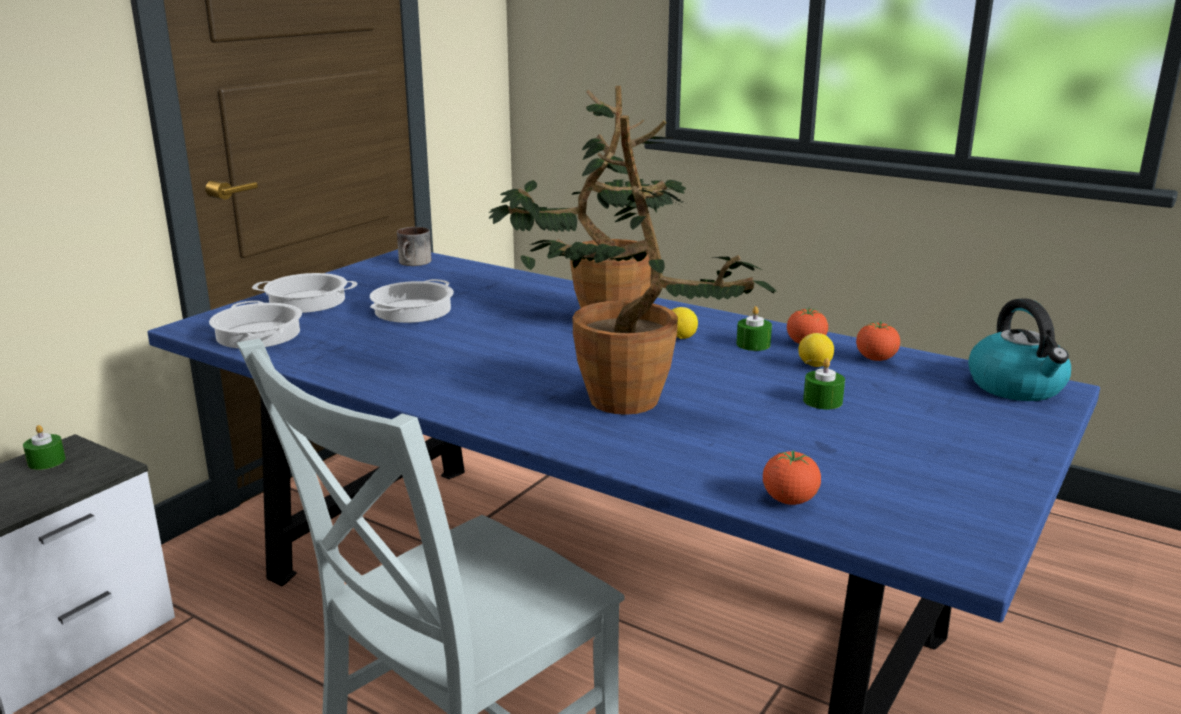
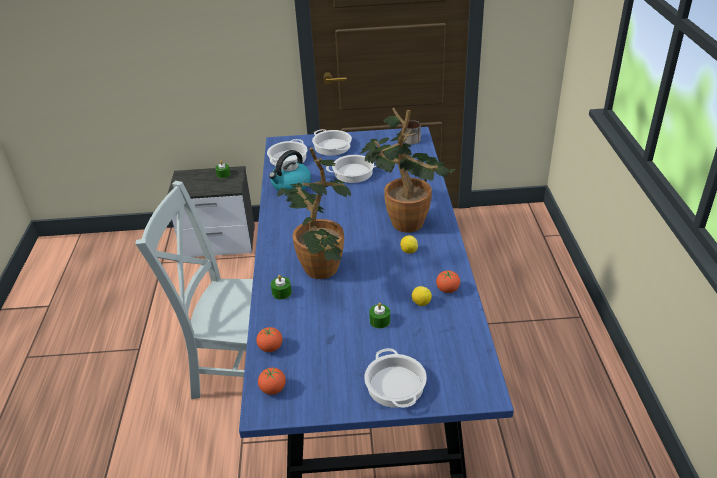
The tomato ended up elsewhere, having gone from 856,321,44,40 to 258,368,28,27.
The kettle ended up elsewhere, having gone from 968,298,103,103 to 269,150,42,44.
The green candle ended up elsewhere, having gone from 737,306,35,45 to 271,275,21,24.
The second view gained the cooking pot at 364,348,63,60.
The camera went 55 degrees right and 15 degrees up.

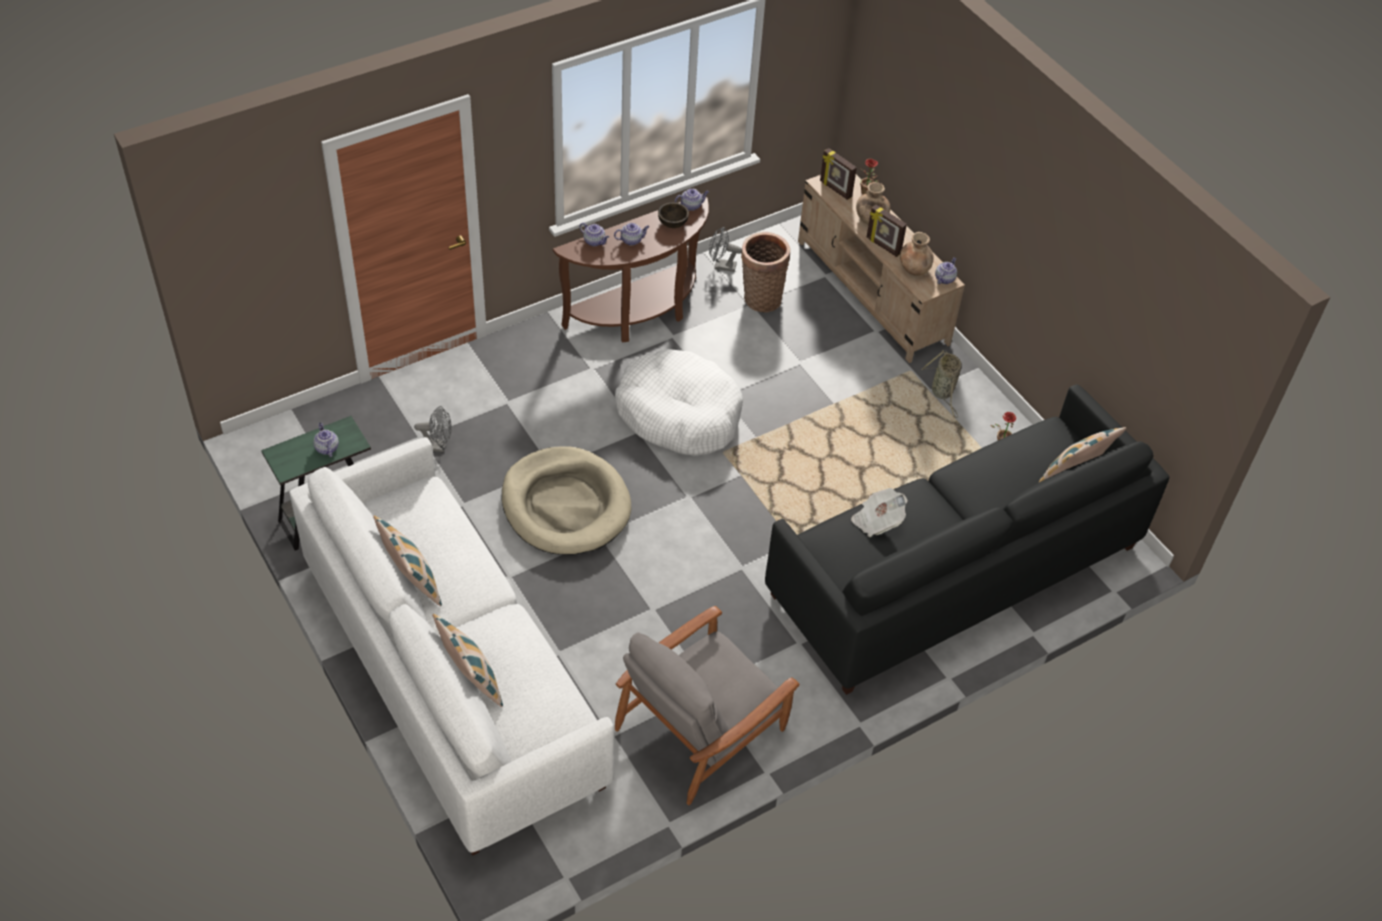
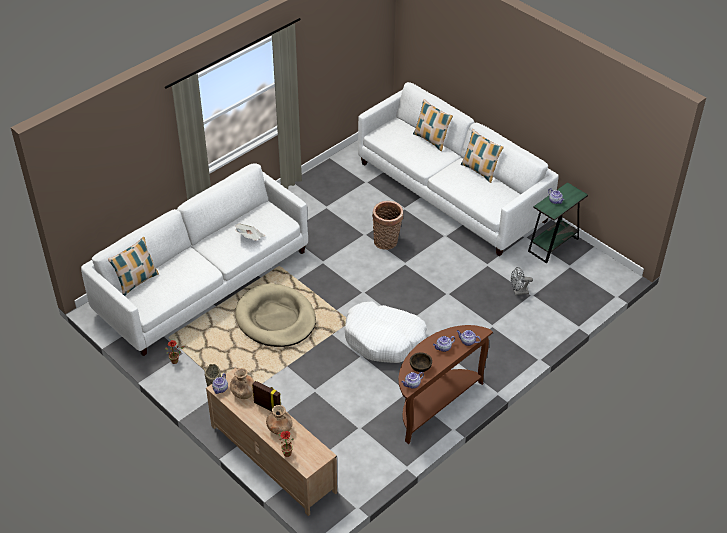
What was the black sofa at 765,385,405,310 turned into the white sofa at 81,163,227,193.
The beige dog bed ended up elsewhere, having gone from 502,446,129,109 to 235,283,81,64.
The basket ended up elsewhere, having gone from 741,232,49,80 to 372,201,31,49.
The second view lost the grey armchair at 615,606,185,199.
The second view lost the grey fan at 709,227,33,45.
The second view lost the picture frame at 820,148,37,52.
The camera went 170 degrees right and 5 degrees down.

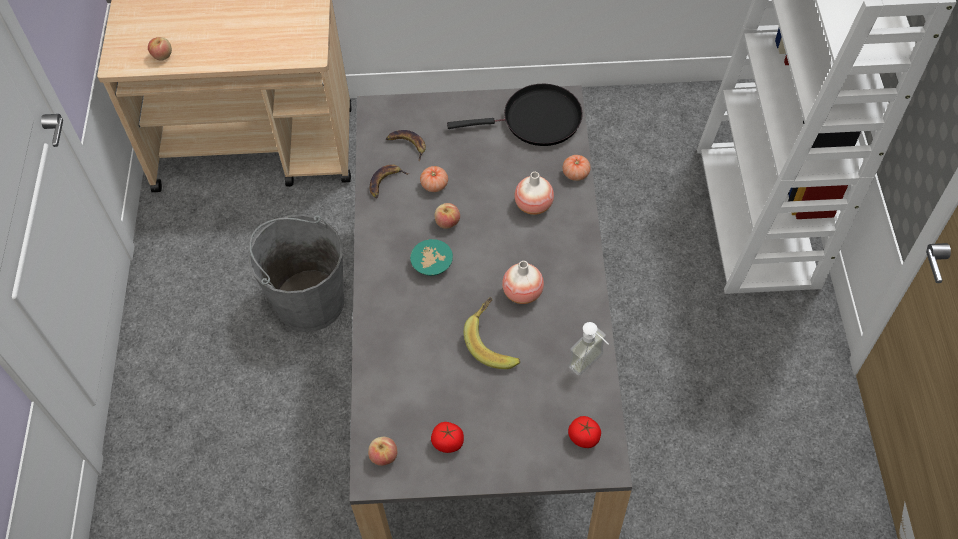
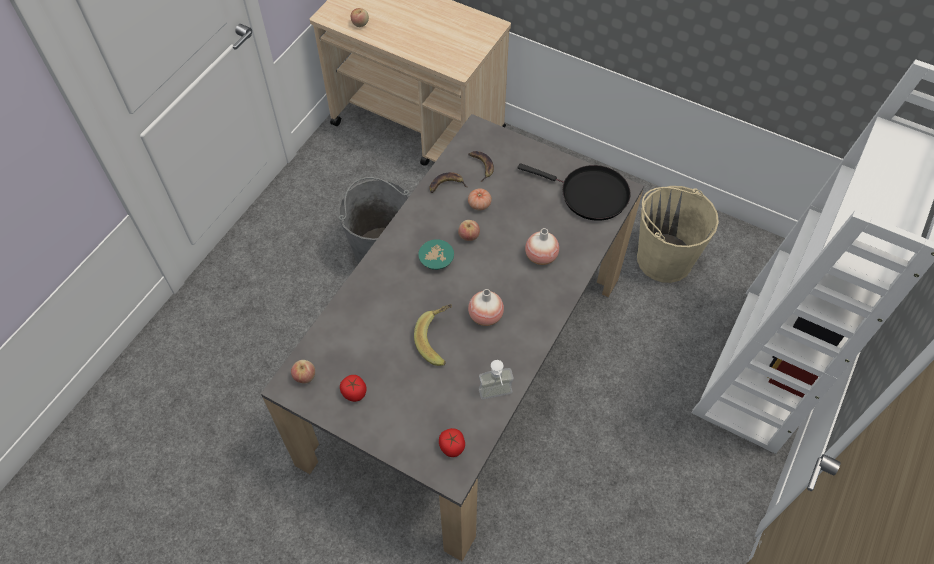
The second view gained the beige bucket at 637,186,82,97.
The second view lost the tomato at 563,155,28,26.
The camera went 30 degrees right and 0 degrees up.

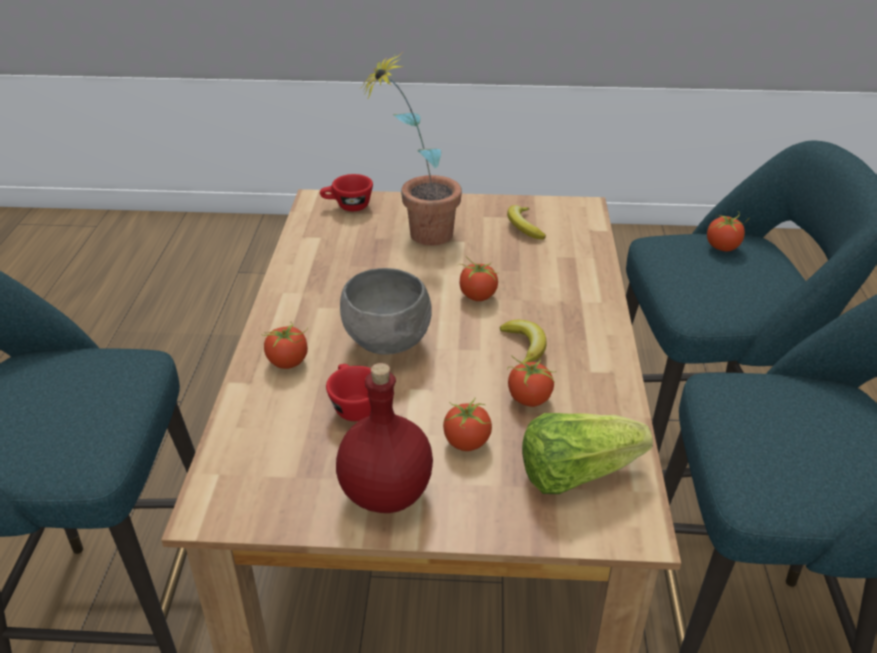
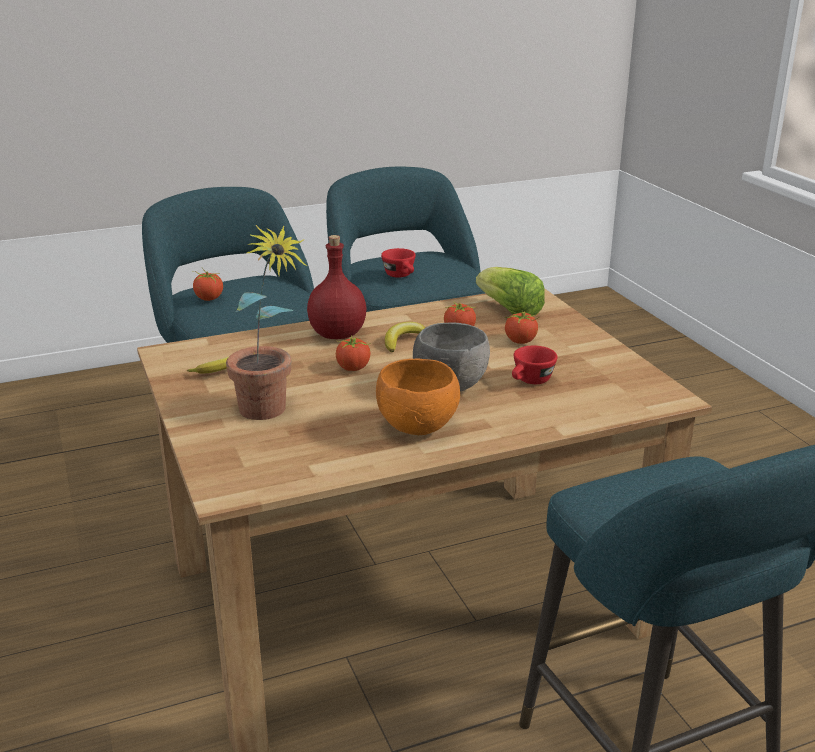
The red bottle ended up elsewhere, having gone from 336,363,97,150 to 307,235,60,104.
The second view gained the orange bowl at 376,359,84,76.
The red cup ended up elsewhere, having gone from 320,174,53,37 to 381,248,35,30.
The second view lost the tomato at 261,322,47,47.
The camera went 115 degrees left and 10 degrees down.

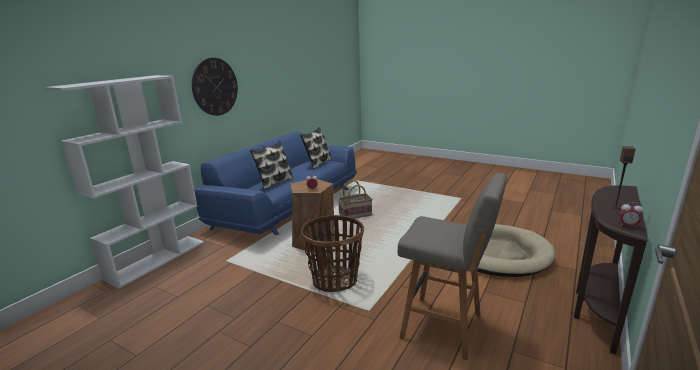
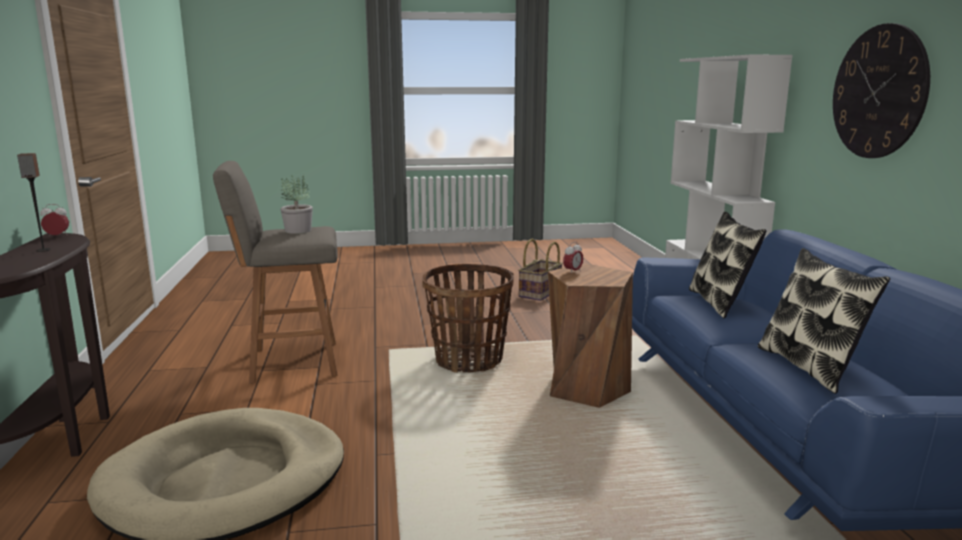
The second view gained the potted plant at 280,175,33,59.
The basket ended up elsewhere, having gone from 338,180,34,38 to 518,239,45,62.
The camera went 140 degrees right and 5 degrees down.

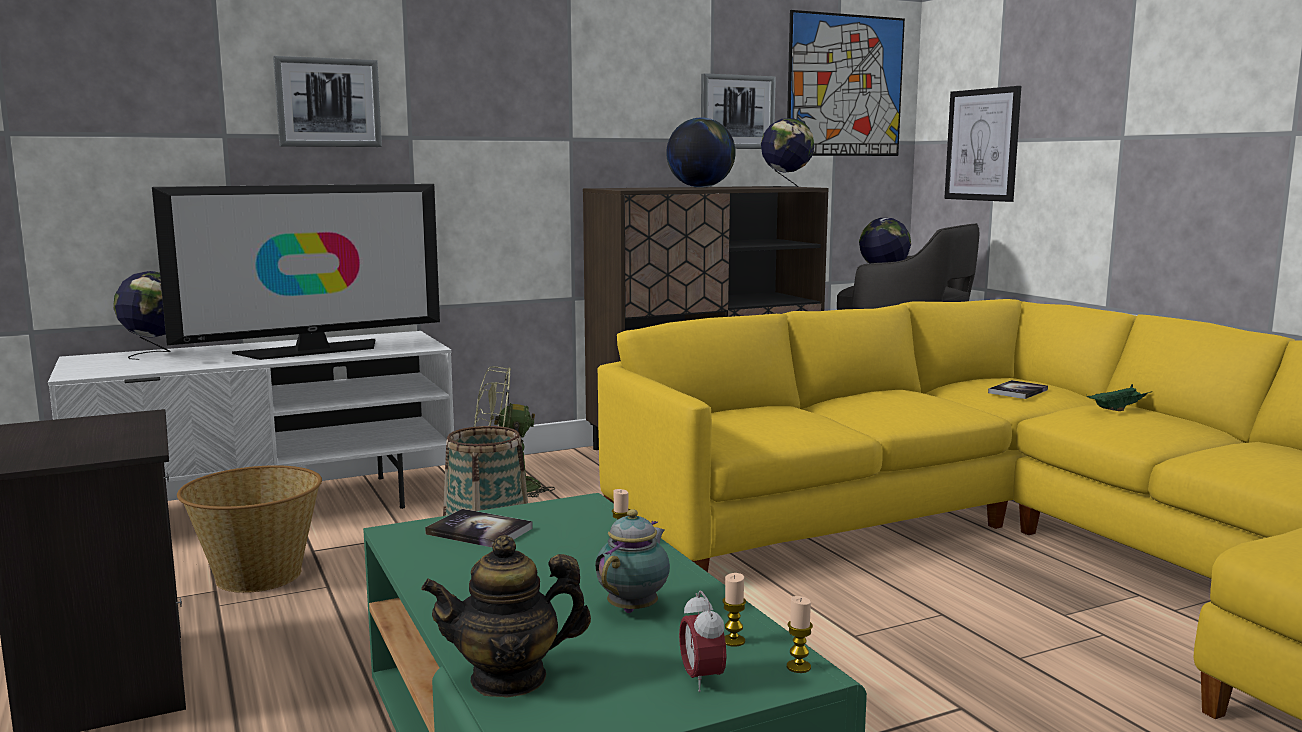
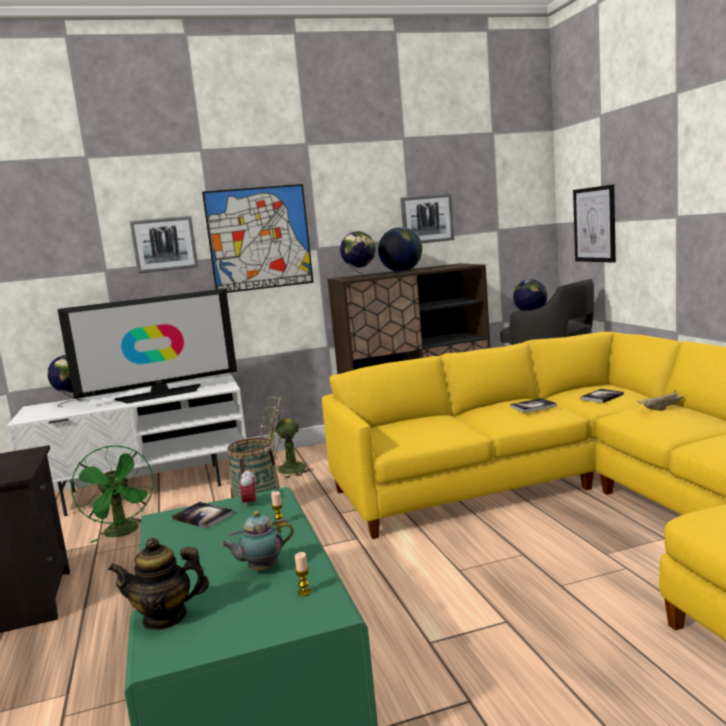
Where the basket stood at 177,465,145,128, the green fan came to stand at 71,445,83,98.
The picture ended up elsewhere, having gone from 787,10,118,146 to 202,184,112,109.
The teapot at 595,509,75,104 ended up facing another way, 150 degrees counterclockwise from before.
The alarm clock ended up elsewhere, having gone from 679,591,48,101 to 240,468,16,41.
The globe ended up elsewhere, having gone from 761,118,53,70 to 340,231,36,48.
The second view gained the book at 510,398,47,15.
What was the green tray at 1086,384,65,27 turned into the beige tray at 637,390,47,21.
The second view lost the candle at 787,596,26,77.
The camera went 10 degrees right and 0 degrees up.

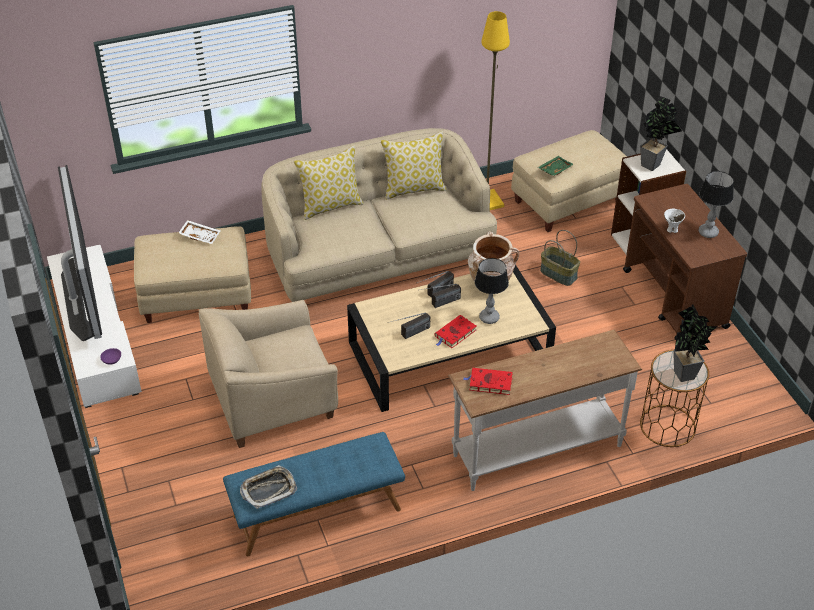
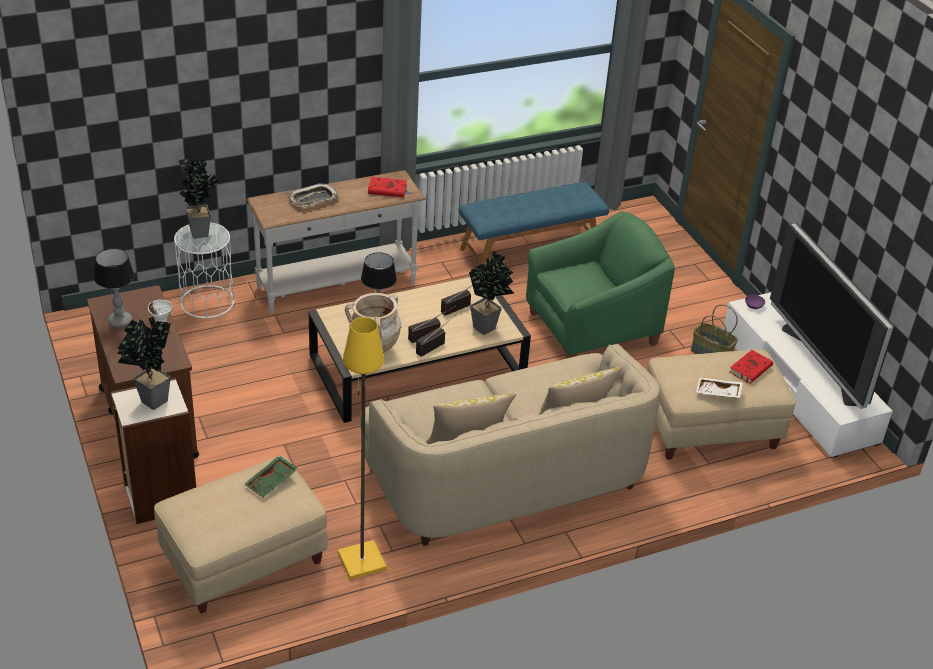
What was the brown side table at 640,350,69,97 turned into the white side table at 174,222,60,96.
The tray ended up elsewhere, having gone from 240,465,57,44 to 288,183,50,24.
The second view gained the potted plant at 469,251,46,84.
What was the beige armchair at 199,300,139,148 turned into the green armchair at 526,211,149,147.
The basket ended up elsewhere, having gone from 540,230,40,56 to 691,304,47,50.
The red book ended up elsewhere, having gone from 434,315,42,33 to 729,350,44,34.
The camera went 175 degrees right and 5 degrees down.

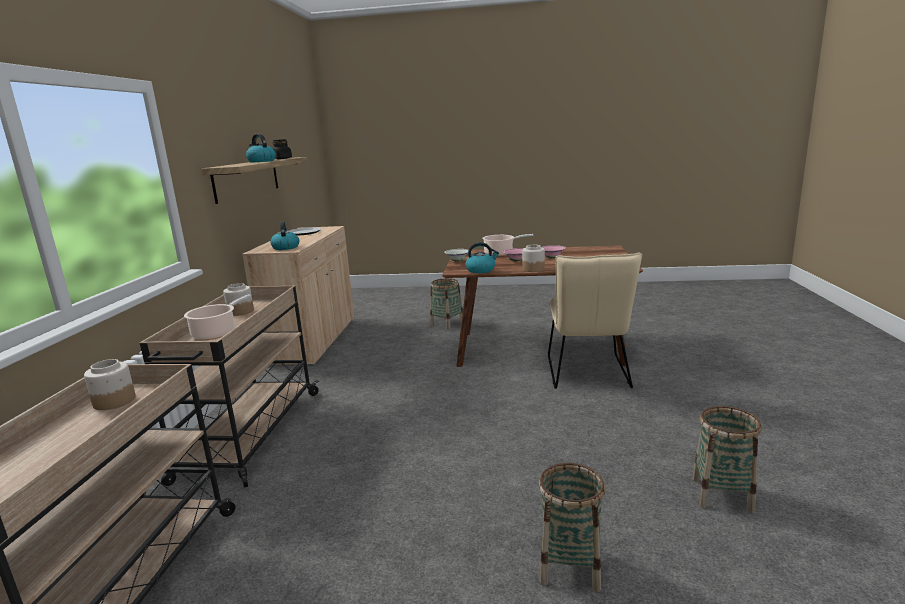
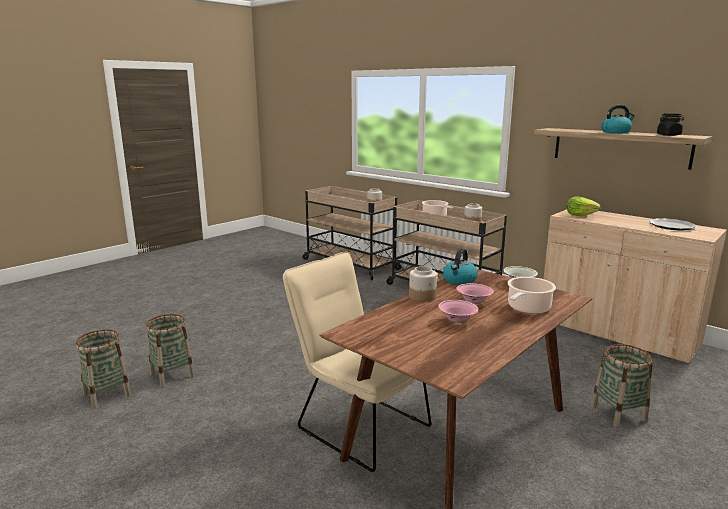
The basket ended up elsewhere, having gone from 539,463,66,129 to 75,330,56,79.
Where the kettle stood at 270,221,29,29, the lettuce came to stand at 567,196,34,20.
The camera went 125 degrees right and 0 degrees up.

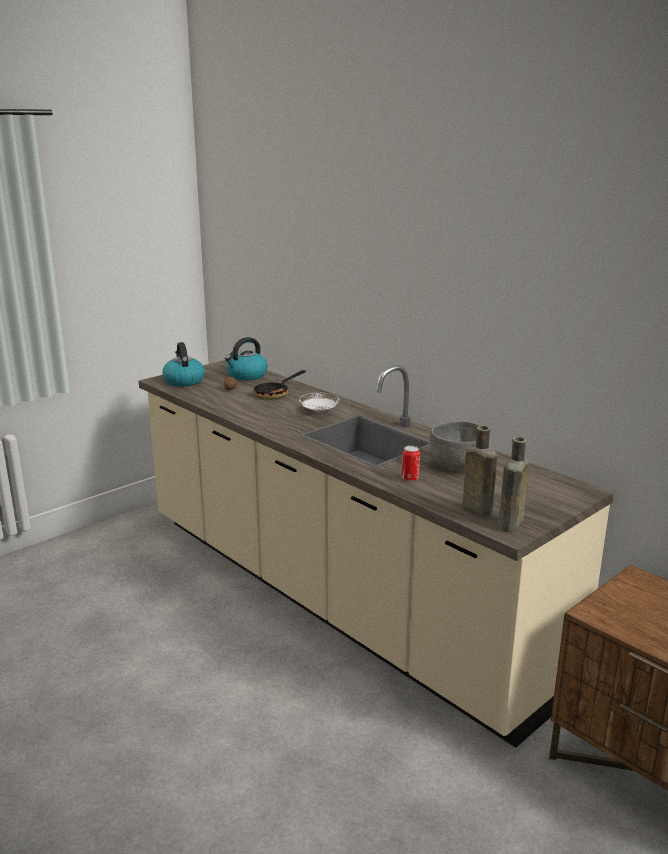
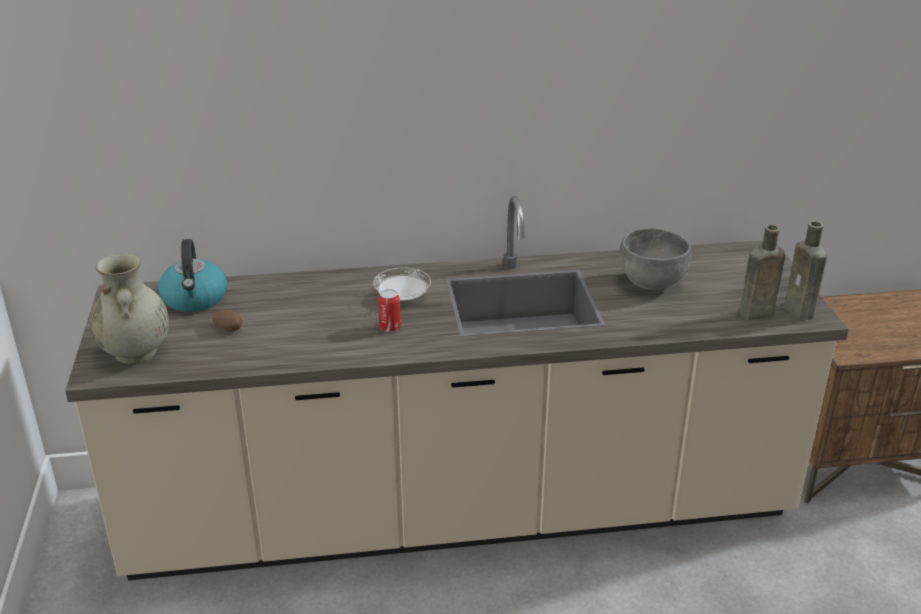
Where the kettle stood at 162,342,43,44, the beige vase came to stand at 90,253,79,111.
The can ended up elsewhere, having gone from 402,446,18,35 to 378,289,23,43.
The second view lost the frying pan at 253,370,53,29.
The camera went 55 degrees left and 10 degrees up.

